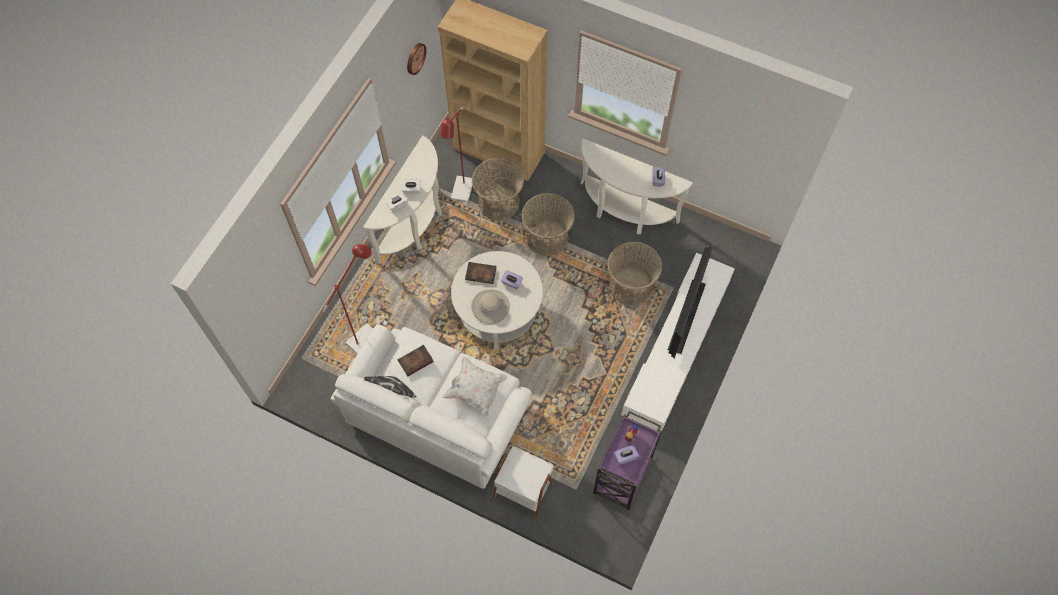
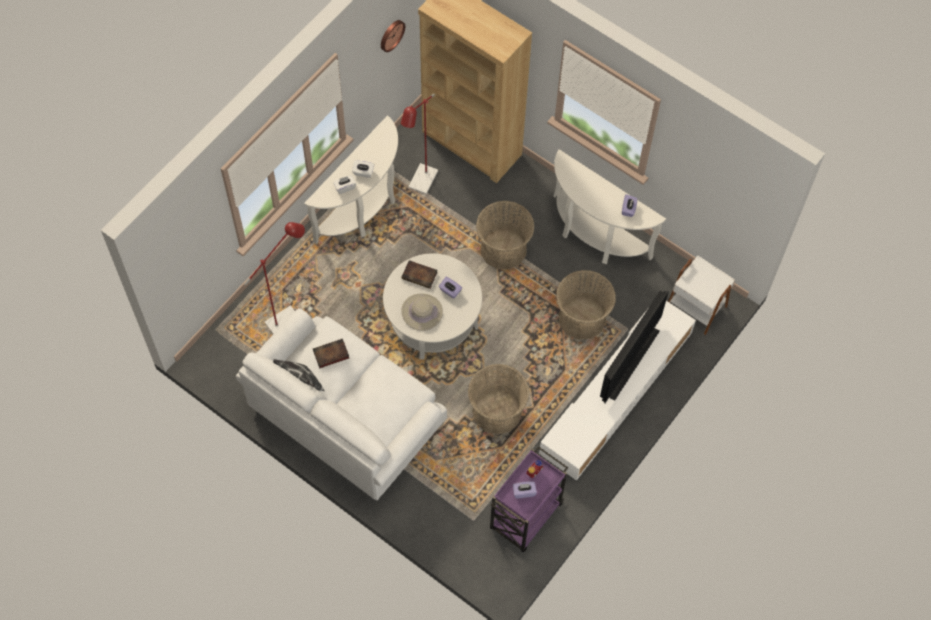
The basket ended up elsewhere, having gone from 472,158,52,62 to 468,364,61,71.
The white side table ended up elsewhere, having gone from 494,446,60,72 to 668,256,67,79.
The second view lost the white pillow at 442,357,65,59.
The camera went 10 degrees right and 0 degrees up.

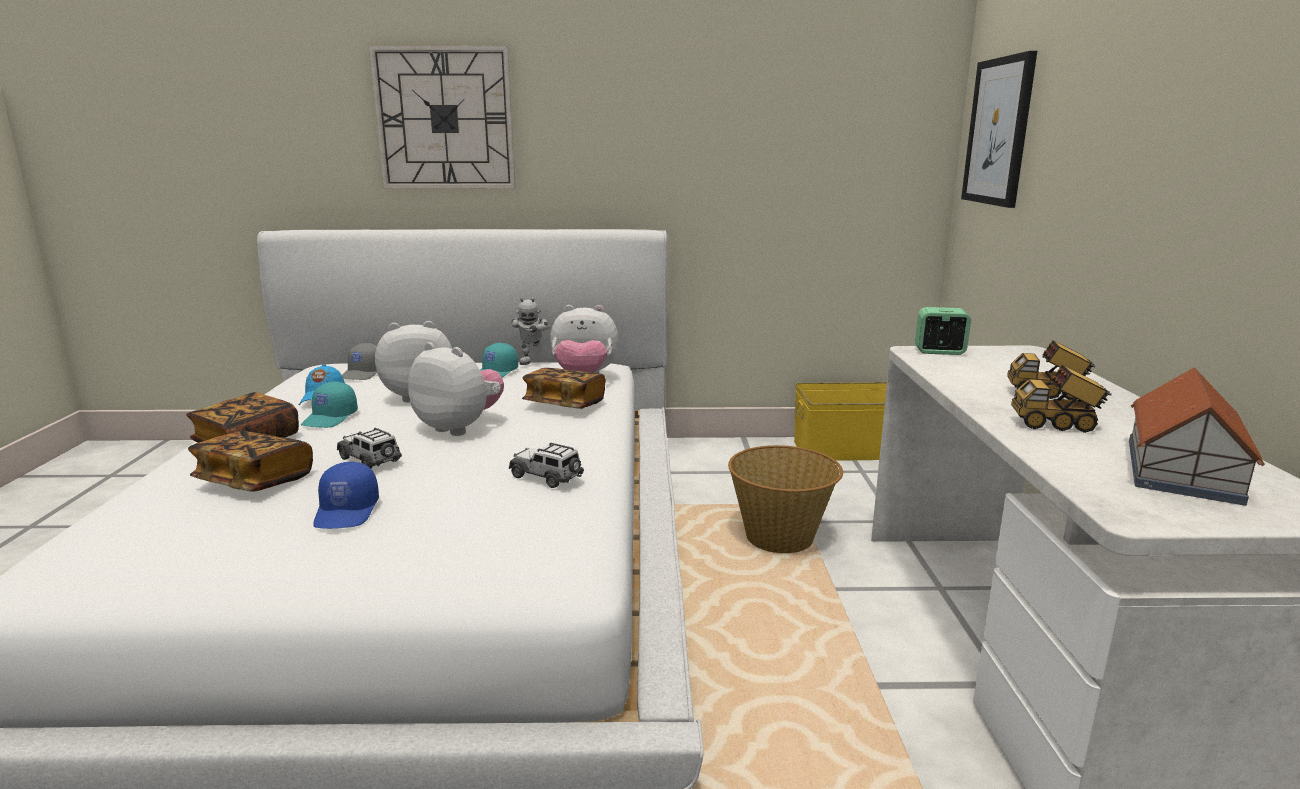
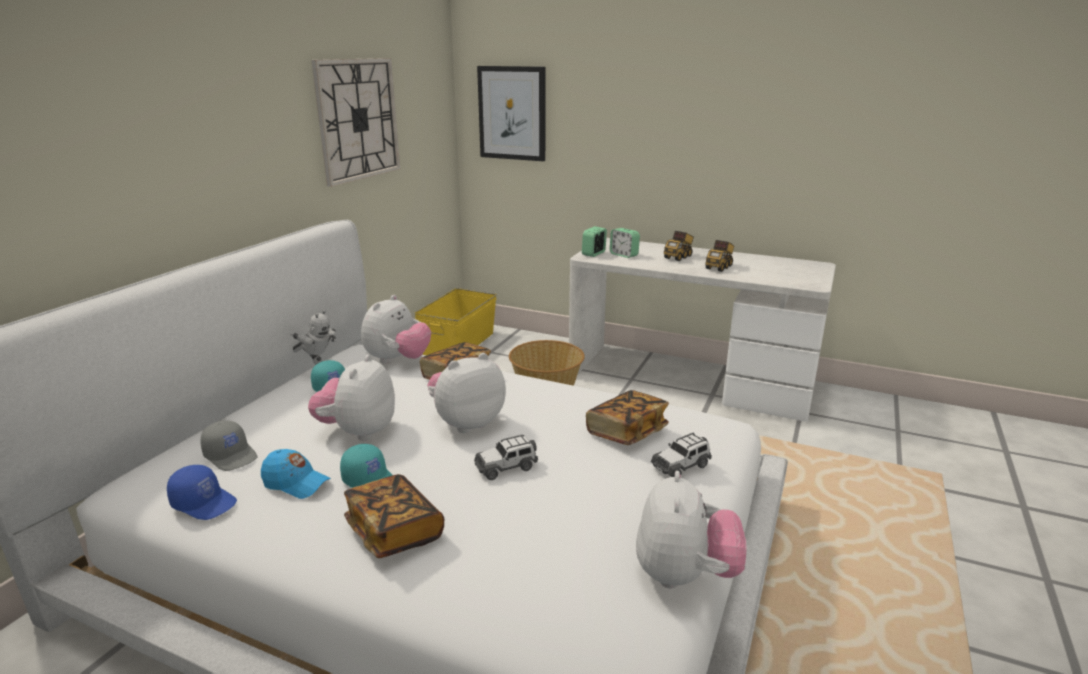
The blue cap ended up elsewhere, having gone from 313,462,66,67 to 167,465,70,55.
The wall clock ended up elsewhere, having gone from 368,45,148,144 to 311,58,89,129.
The book ended up elsewhere, having gone from 188,431,125,61 to 586,390,83,55.
The second view gained the alarm clock at 610,228,30,30.
The second view gained the plush toy at 636,471,111,117.
The toy car ended up elsewhere, having gone from 509,443,75,45 to 651,433,61,44.
The second view lost the toy house at 1129,367,136,139.
The camera went 65 degrees left and 5 degrees up.

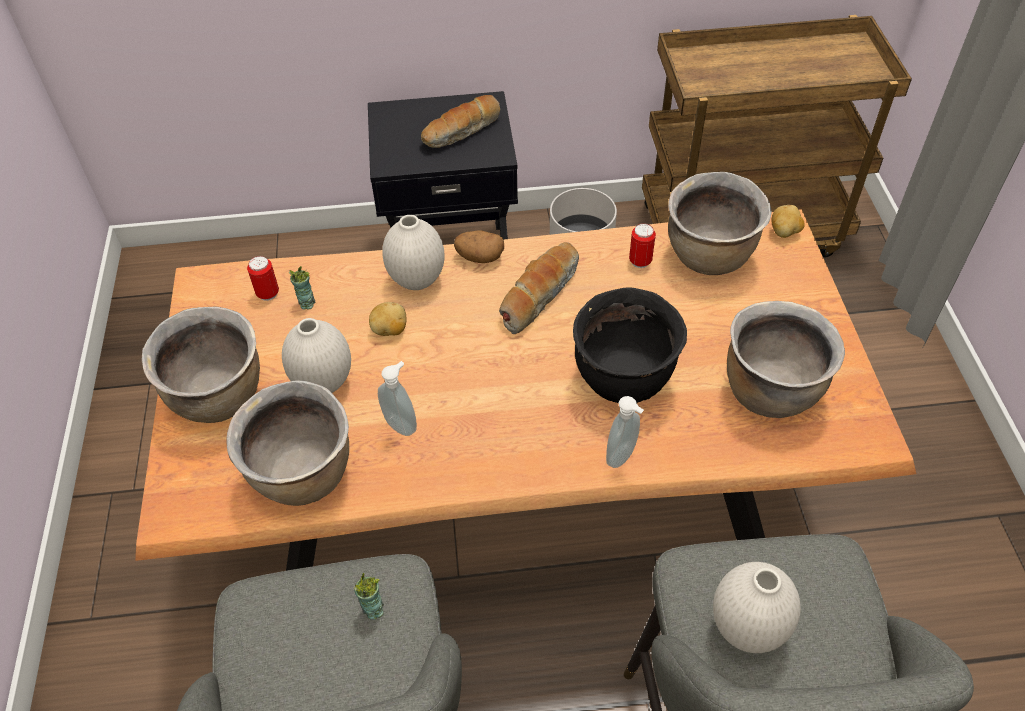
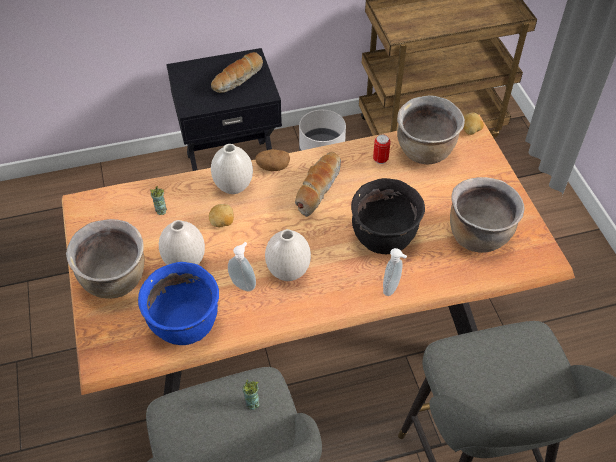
What was the brown cooking pot at 226,380,123,126 turned into the blue cooking pot at 138,262,81,83.
The white vase ended up elsewhere, having gone from 713,562,88,91 to 265,229,46,52.
The second view lost the can at 247,256,32,45.
The camera went 10 degrees left and 0 degrees up.

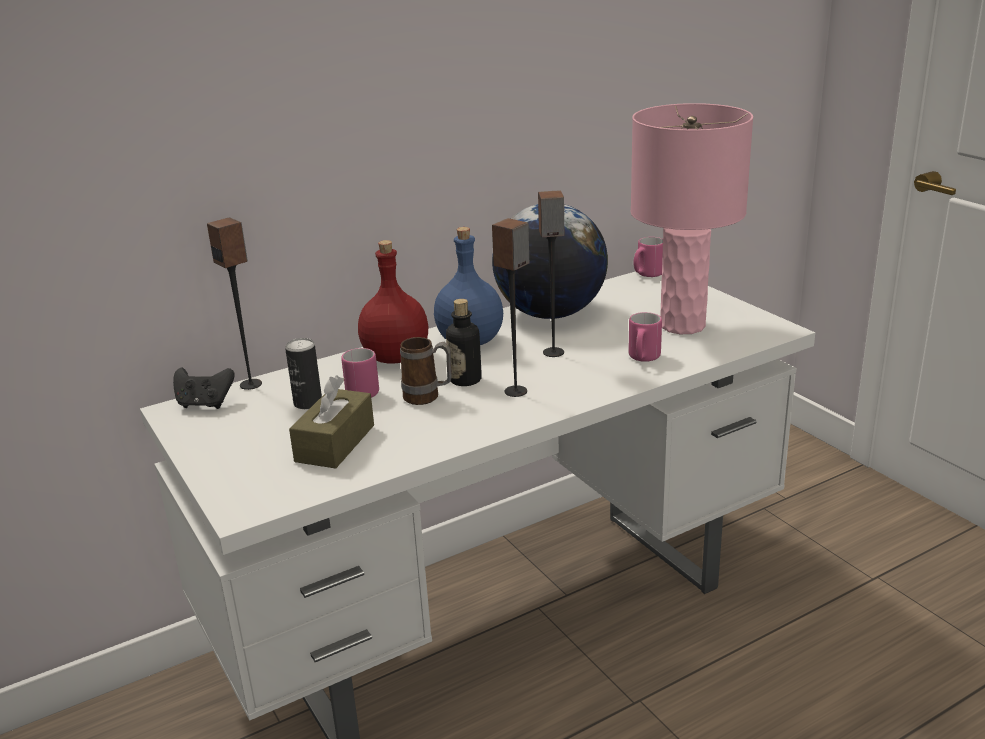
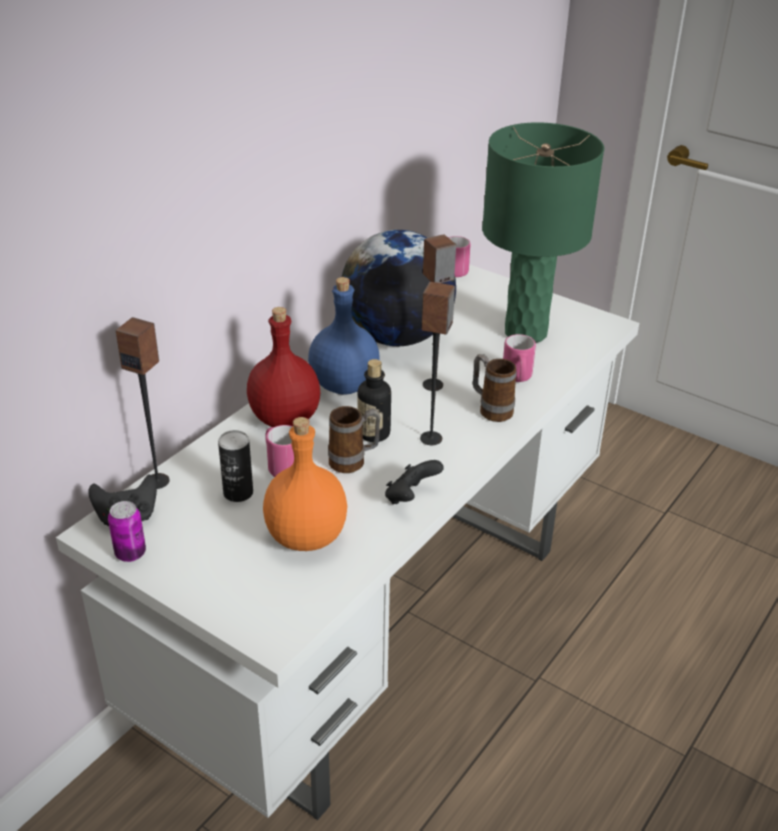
The second view gained the can at 108,501,38,61.
Where the brown tissue box stood at 289,375,85,94, the orange bottle came to stand at 263,417,84,134.
The second view gained the black game controller at 385,460,59,44.
The second view gained the mug at 473,354,44,68.
What was the pink table lamp at 631,103,122,231 turned into the green table lamp at 482,122,122,221.
The camera went 25 degrees left and 10 degrees up.

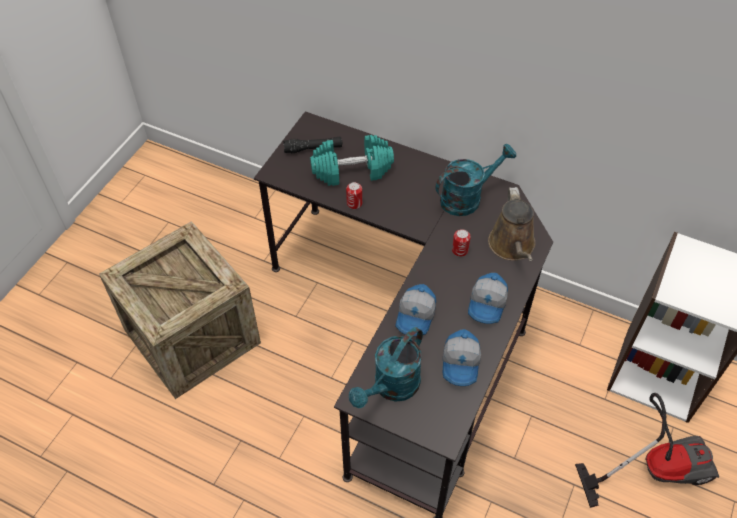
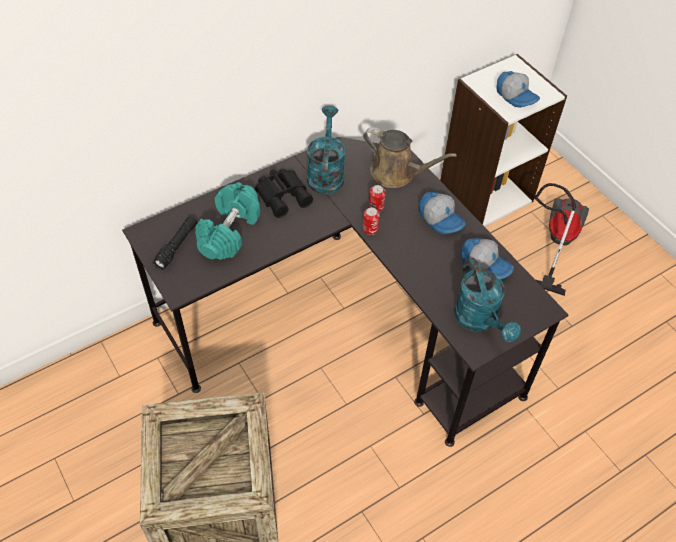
The second view gained the black binoculars at 255,169,58,49.
The can ended up elsewhere, having gone from 346,182,16,27 to 362,207,18,28.
The cap ended up elsewhere, having gone from 395,284,41,52 to 496,71,44,37.
The camera went 60 degrees left and 0 degrees up.

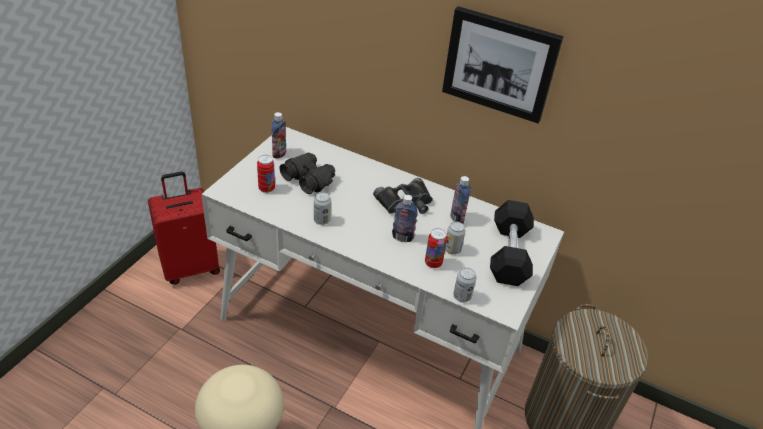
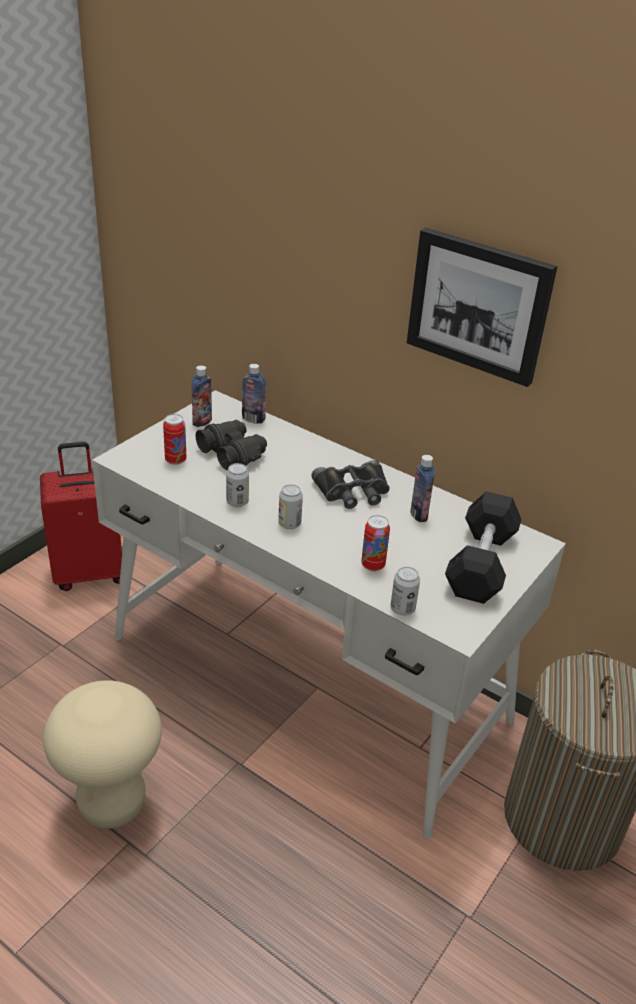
The bottle ended up elsewhere, having gone from 392,195,26,47 to 242,364,24,60.
The can ended up elsewhere, having gone from 445,222,21,33 to 278,484,25,45.
The camera went 10 degrees right and 5 degrees down.

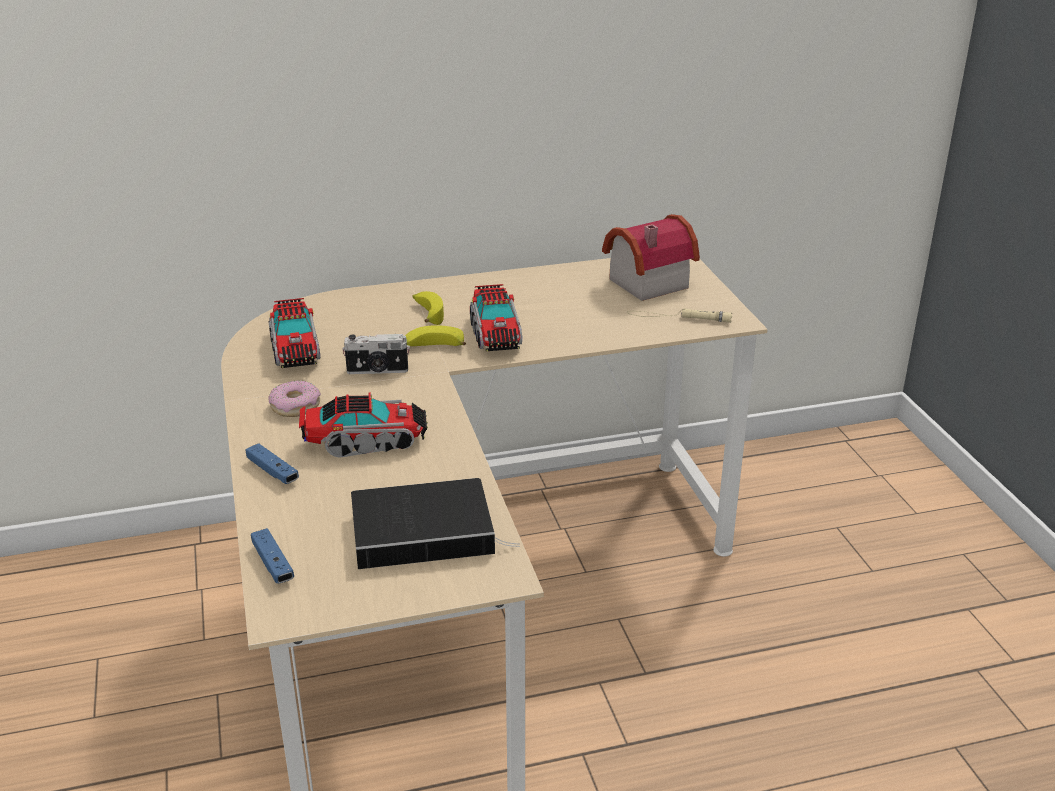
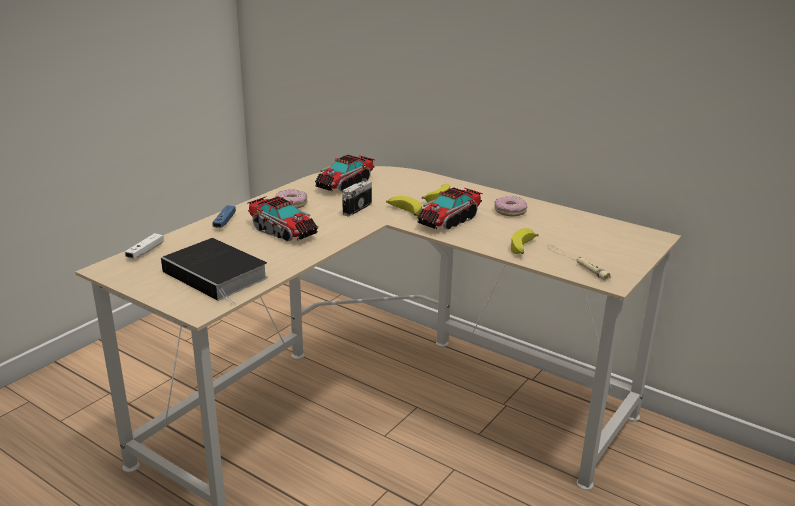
What was the blue game controller at 251,528,43,55 turned into the white game controller at 125,233,39,26.
The photo camera at 342,334,68,40 ended up facing another way, 75 degrees clockwise from before.
The second view gained the donut at 494,196,33,20.
The second view gained the banana at 511,228,28,26.
The second view lost the toy house at 602,214,98,87.
The camera went 50 degrees right and 5 degrees down.

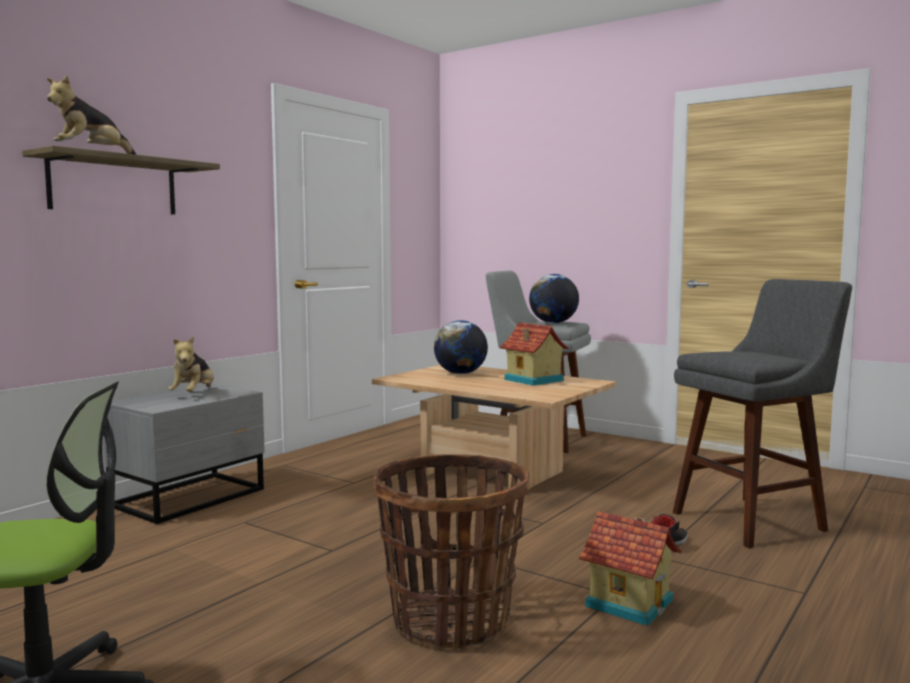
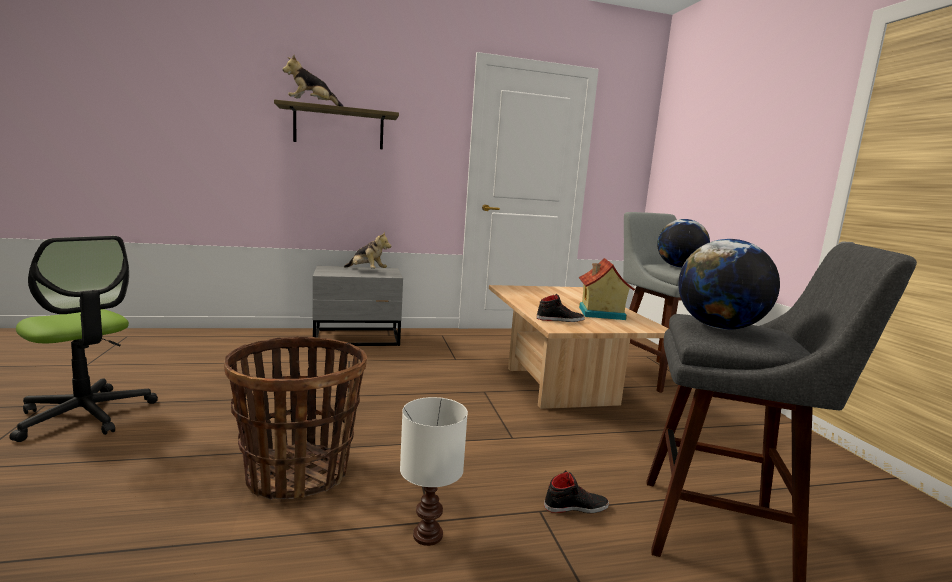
The plush toy at 168,336,46,56 ended up facing another way, 105 degrees counterclockwise from before.
Where the toy house stood at 579,511,103,115, the white table lamp came to stand at 400,397,68,149.
The second view gained the black shoe at 537,294,48,28.
The globe ended up elsewhere, having gone from 434,320,54,54 to 678,239,102,91.
The camera went 40 degrees right and 5 degrees up.

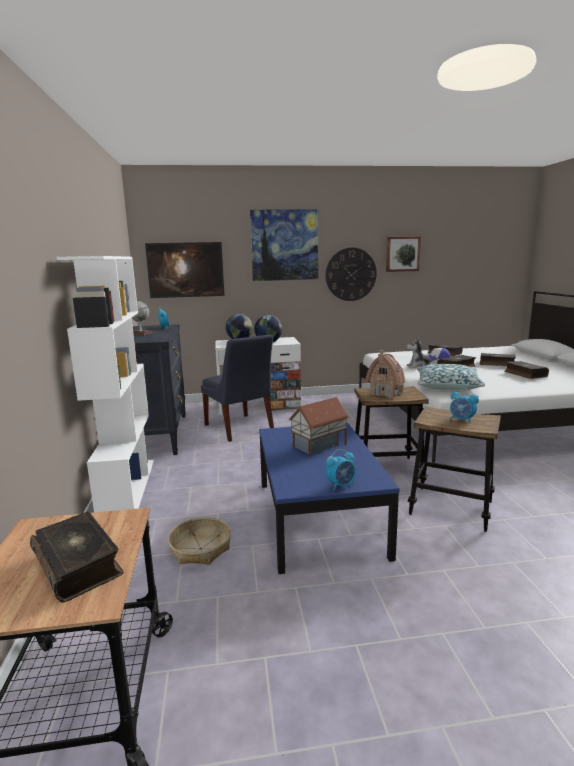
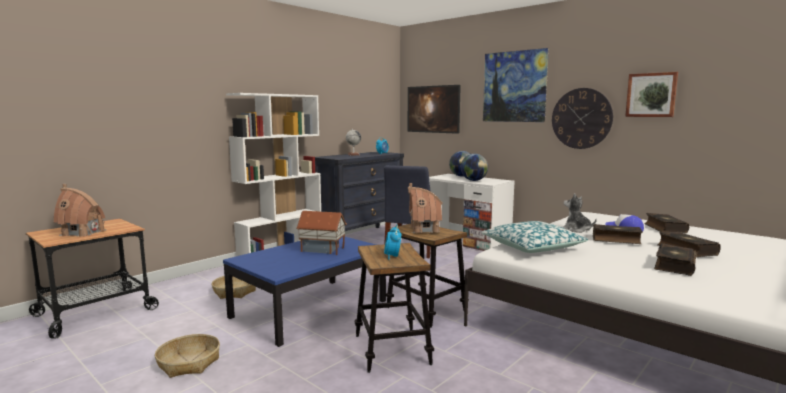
Where the book stood at 30,512,94,91, the toy house came to stand at 54,184,52,53.
The second view gained the basket at 155,334,65,44.
The second view lost the alarm clock at 326,449,30,41.
The camera went 50 degrees right and 5 degrees down.

